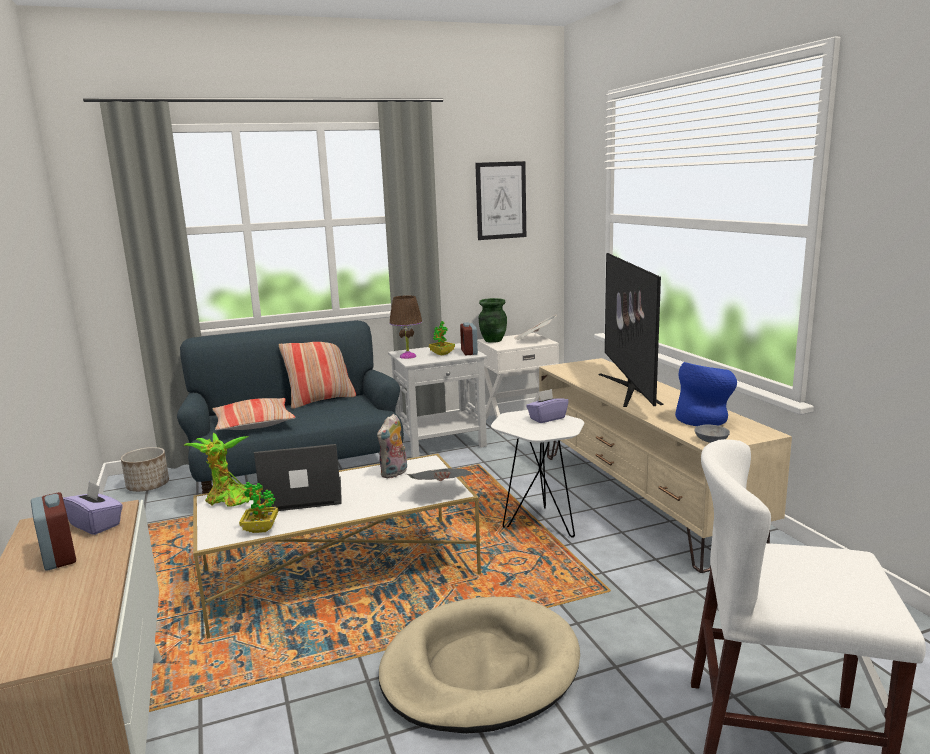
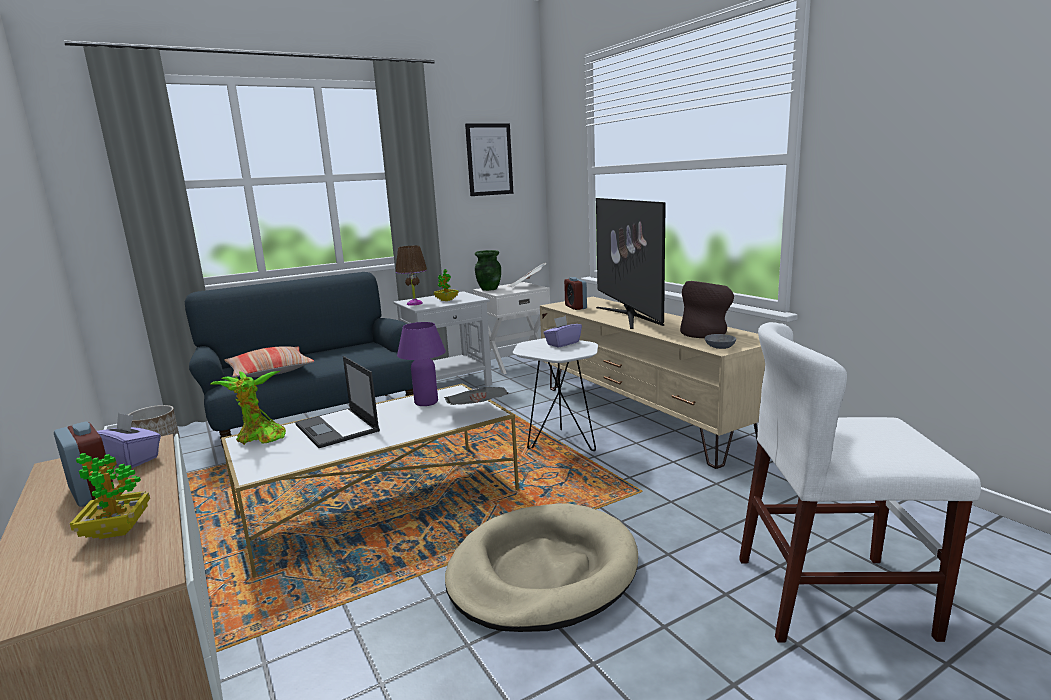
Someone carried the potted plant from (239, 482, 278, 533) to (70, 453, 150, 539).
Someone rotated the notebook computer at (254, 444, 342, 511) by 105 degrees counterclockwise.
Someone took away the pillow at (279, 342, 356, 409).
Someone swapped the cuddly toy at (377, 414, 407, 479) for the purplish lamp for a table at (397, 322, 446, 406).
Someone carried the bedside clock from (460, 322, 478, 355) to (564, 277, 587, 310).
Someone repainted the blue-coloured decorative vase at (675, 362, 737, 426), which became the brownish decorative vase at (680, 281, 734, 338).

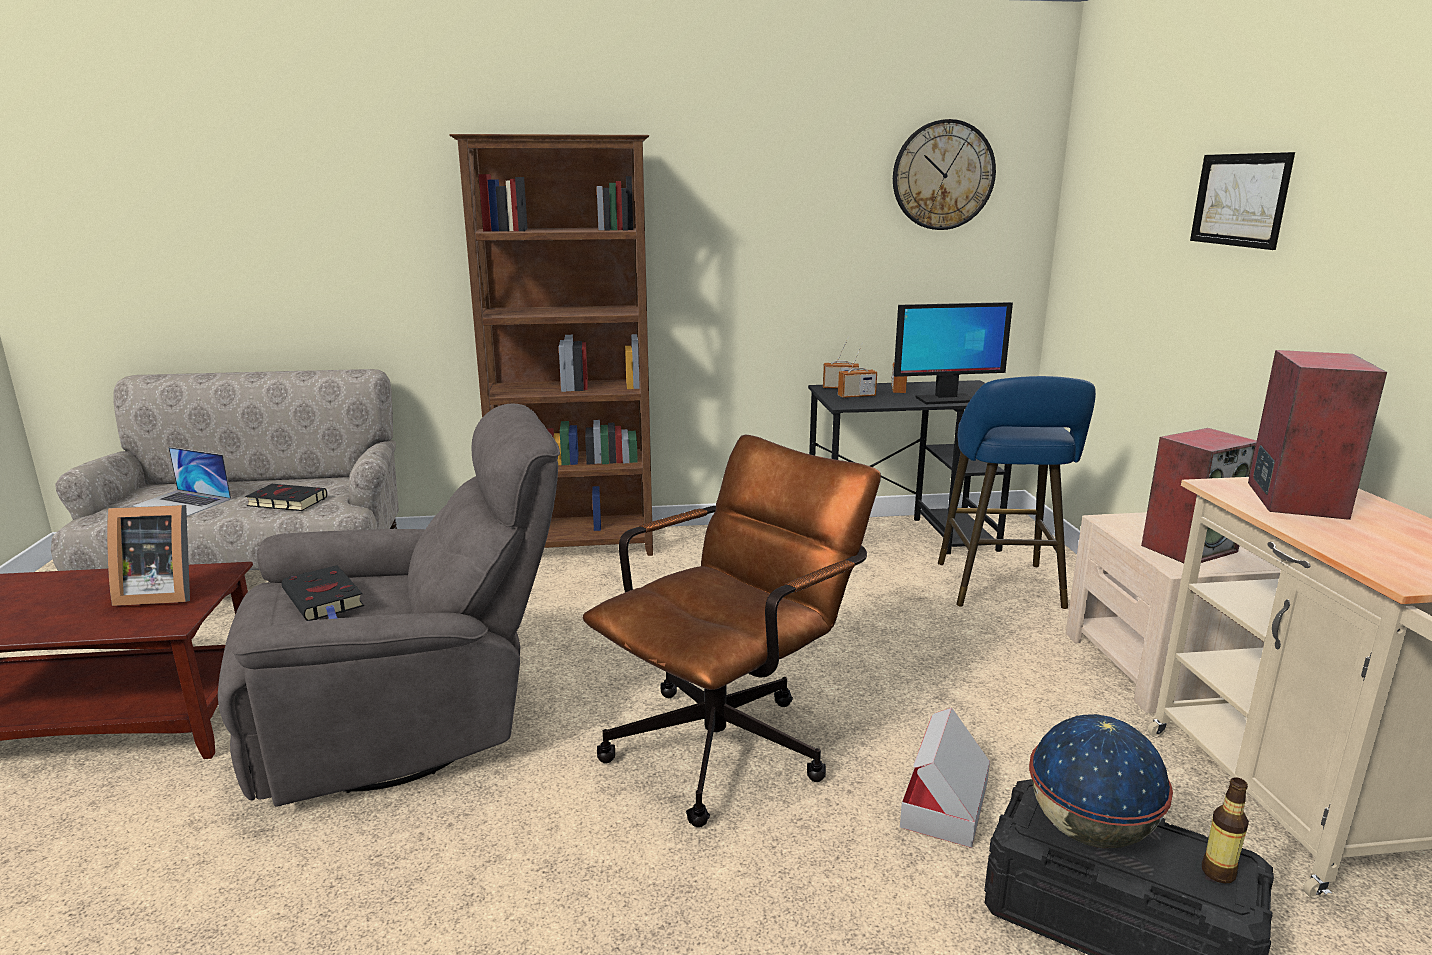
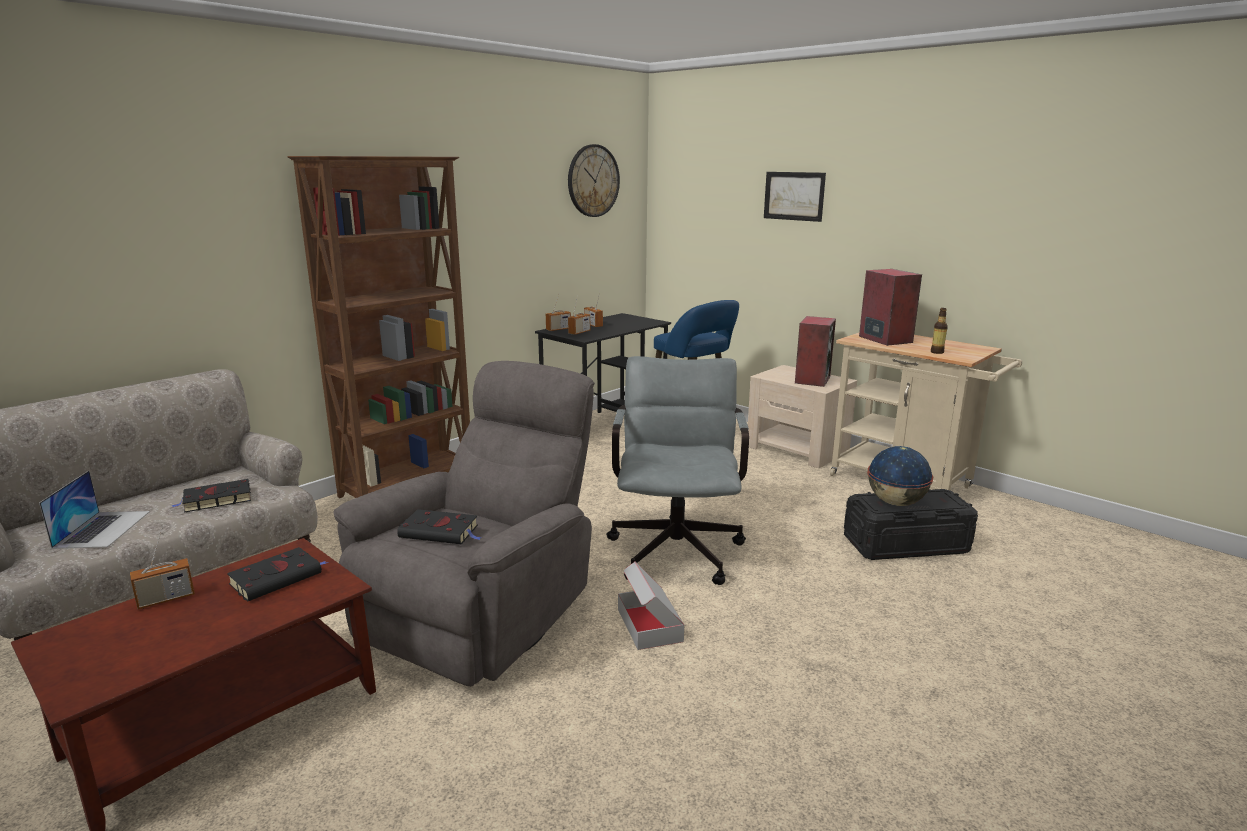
Someone swapped the standing frame at (107, 505, 190, 606) for the black bound book at (227, 547, 327, 601).
Someone rotated the notebook computer at (133, 447, 231, 516) by 75 degrees counterclockwise.
Someone repainted the brownish computer chair at (582, 435, 881, 828), which became the grey computer chair at (606, 356, 749, 585).
Someone took away the computer display at (894, 302, 1013, 404).
Someone carried the packing box from (900, 708, 990, 848) to (618, 562, 684, 650).
Someone carried the drink bottle from (1202, 778, 1249, 883) to (931, 308, 948, 354).
Someone put down the radio receiver at (130, 528, 195, 609).

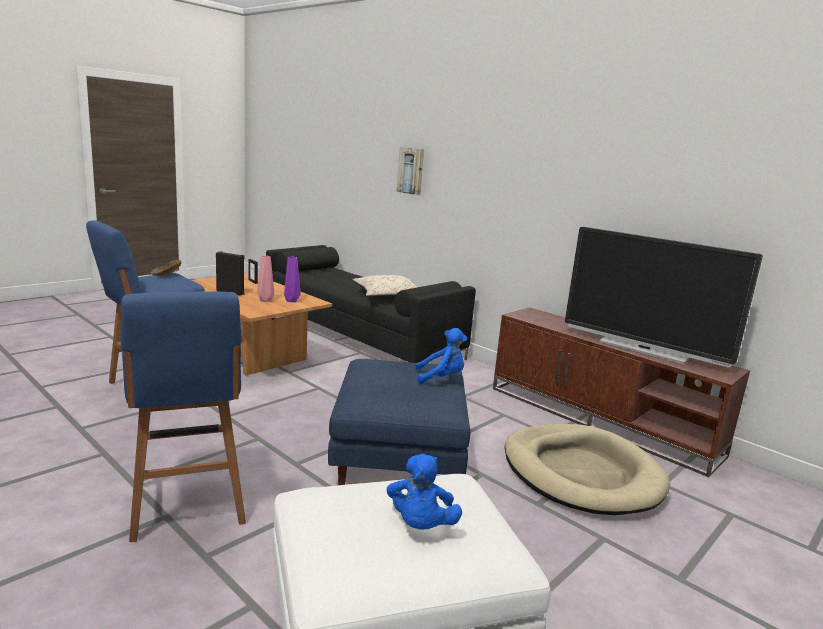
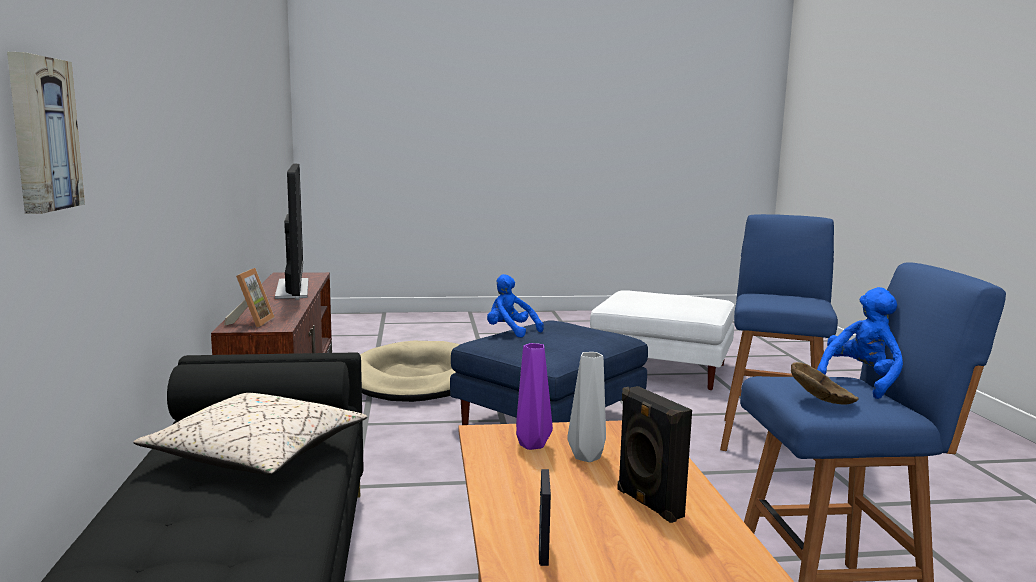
Someone repainted the pink-coloured decorative vase at (257, 256, 274, 302), which became the grey decorative vase at (567, 352, 606, 462).
Someone carried the blue-coloured cuddly toy from (387, 454, 462, 530) to (817, 287, 903, 399).
Someone put down the standing frame at (224, 268, 274, 327).

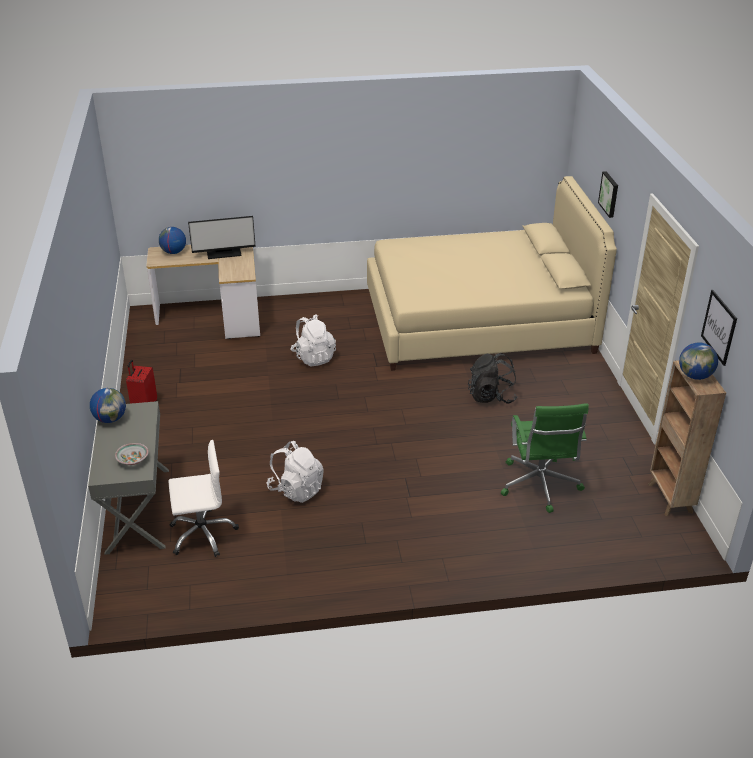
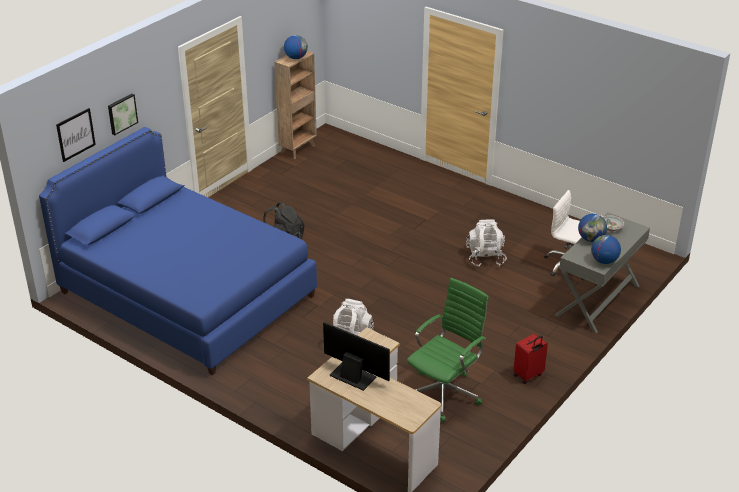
Someone carried the desk globe from (159, 227, 186, 254) to (578, 214, 607, 242).
Someone repainted the beige-coloured sleeping bed at (367, 176, 617, 371), which became the blue-coloured sleeping bed at (39, 127, 317, 375).
Someone carried the green computer chair from (501, 403, 589, 513) to (407, 278, 489, 422).
Someone carried the wall picture from (701, 290, 737, 366) to (56, 108, 96, 162).

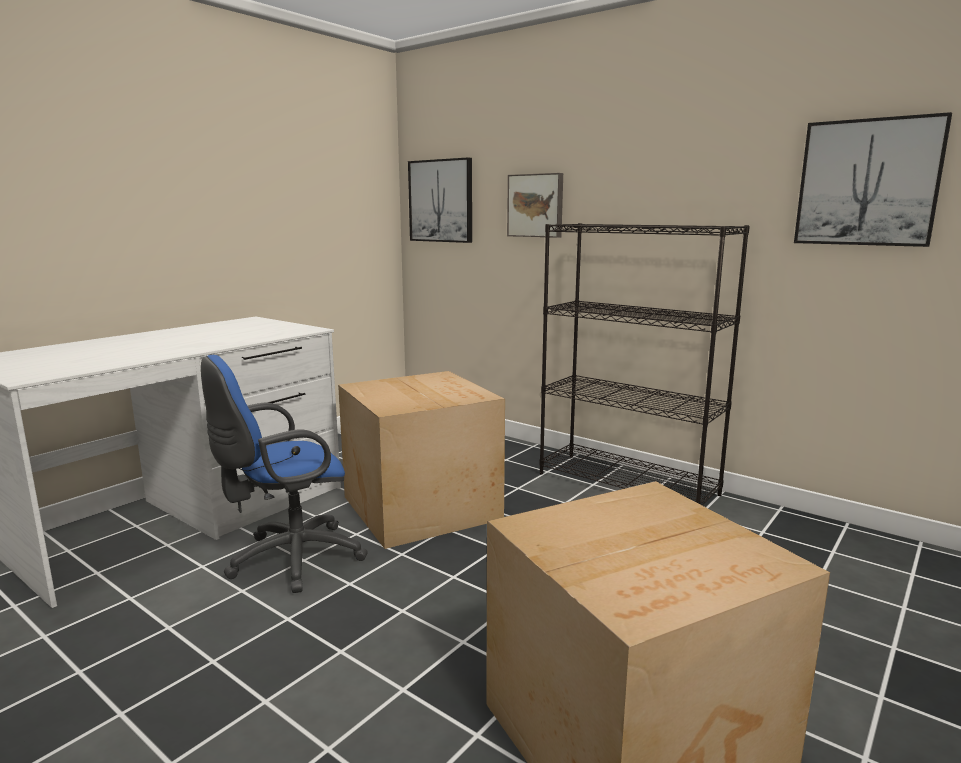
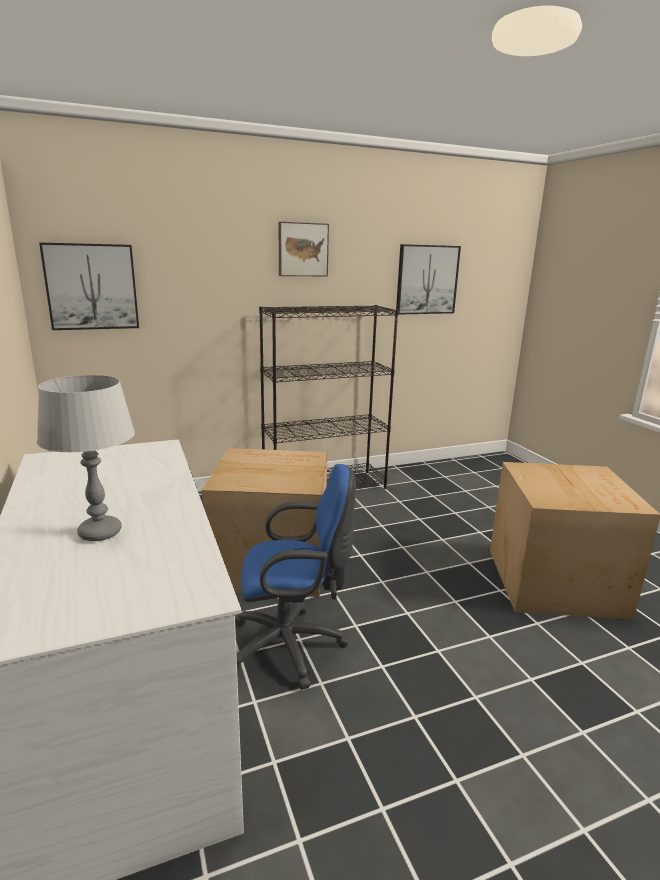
Someone rotated the blue-coloured computer chair at (201, 355, 368, 593) by 90 degrees counterclockwise.
Someone carried the wall picture from (507, 173, 563, 238) to (279, 222, 329, 276).
Someone put down the grey lamp for a table at (37, 375, 135, 541).

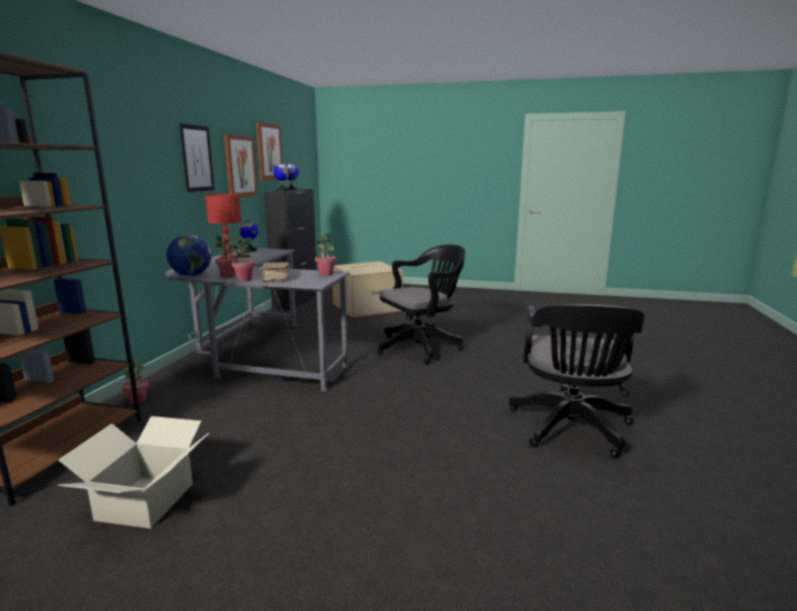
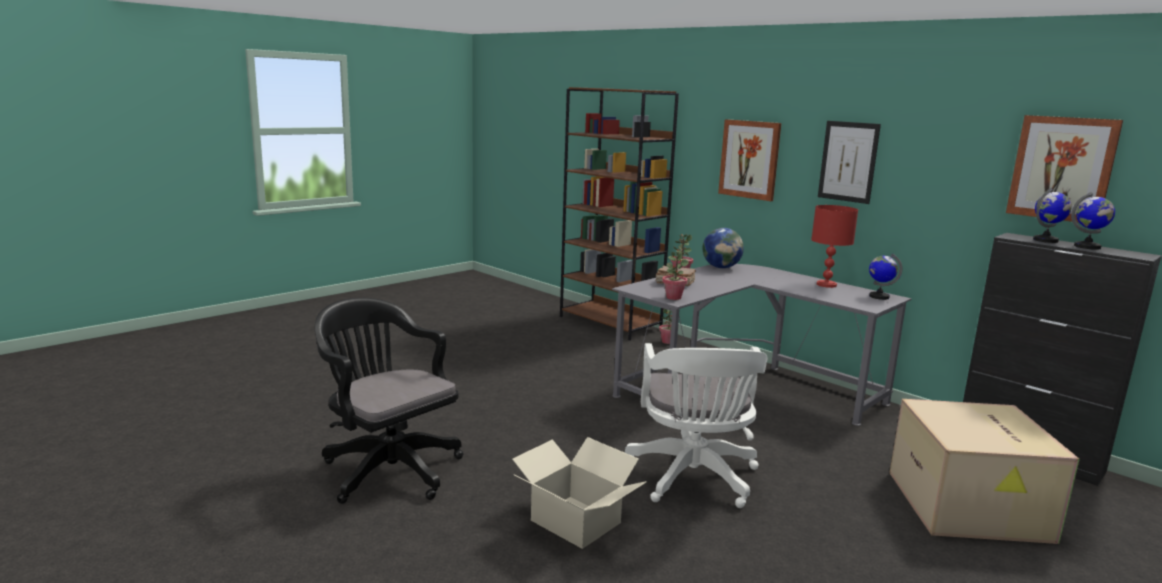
Someone carried the packing box from (58, 416, 209, 529) to (512, 437, 647, 549).
Someone took away the potted plant at (215, 235, 238, 277).
Someone carried the wall picture from (224, 134, 258, 198) to (718, 119, 781, 201).
Someone repainted the black computer chair at (377, 245, 465, 364), which became the white computer chair at (625, 343, 767, 508).

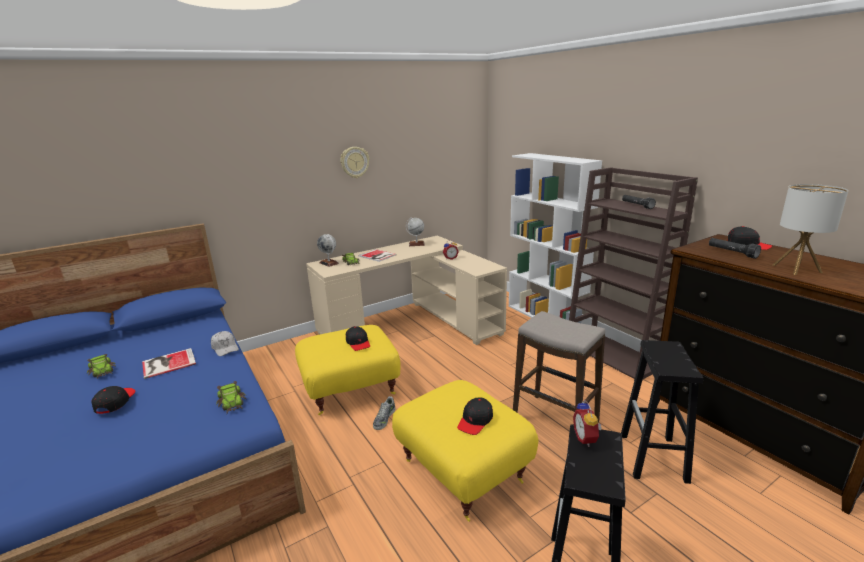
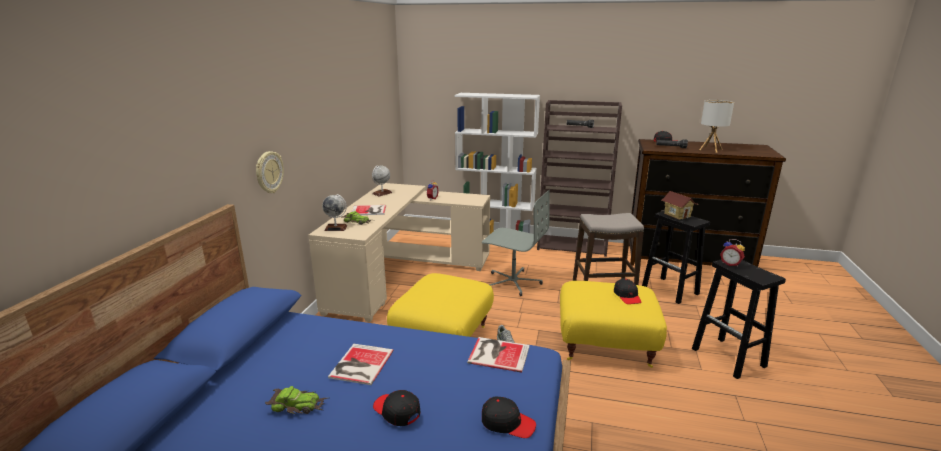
Someone took away the white cap at (211, 331, 239, 356).
Someone swapped the toy car at (216, 381, 246, 413) for the bound book at (467, 337, 530, 373).
Someone carried the hanging clock from (340, 147, 369, 178) to (256, 151, 284, 193).
Someone carried the black cap from (346, 326, 370, 351) to (482, 397, 536, 438).
Someone put down the grey computer chair at (482, 190, 550, 296).
Someone put down the toy house at (662, 191, 698, 219).

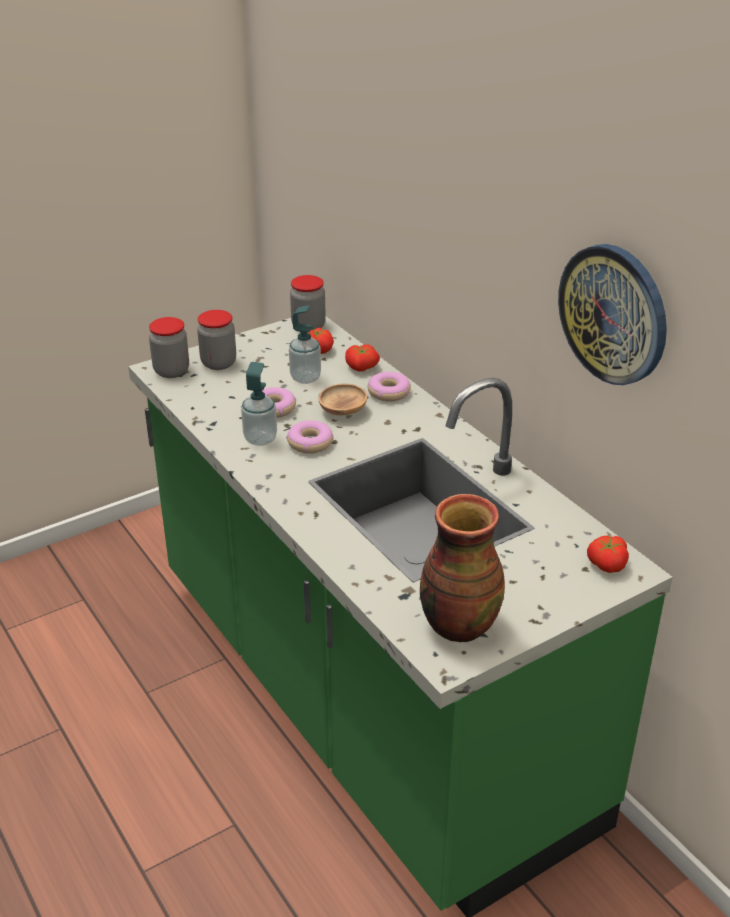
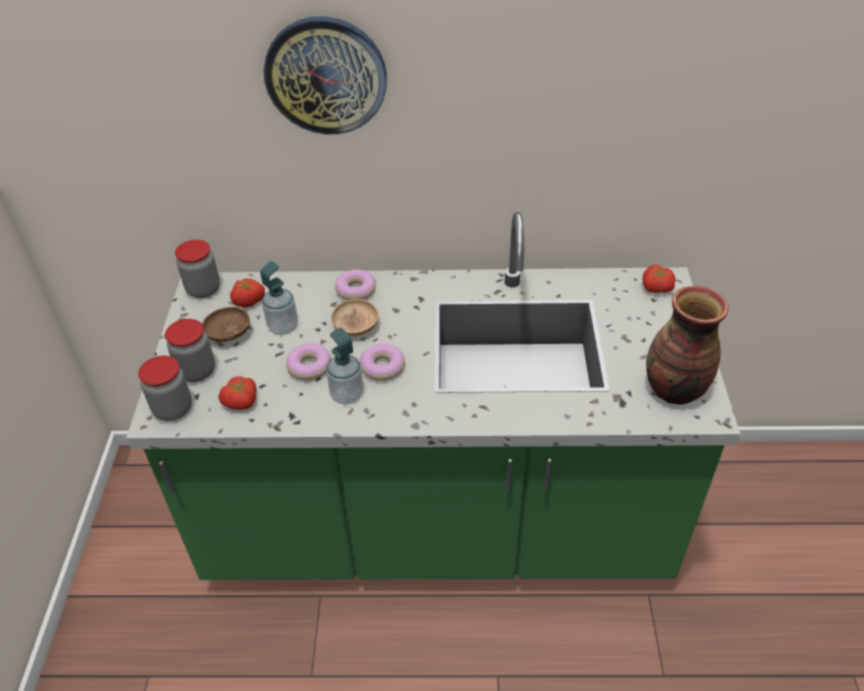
Someone carried the tomato from (345, 344, 380, 372) to (219, 376, 257, 410).
Someone carried the hanging clock from (558, 244, 667, 385) to (264, 16, 387, 134).
Someone put down the brownish serving bowl at (202, 307, 250, 342).

